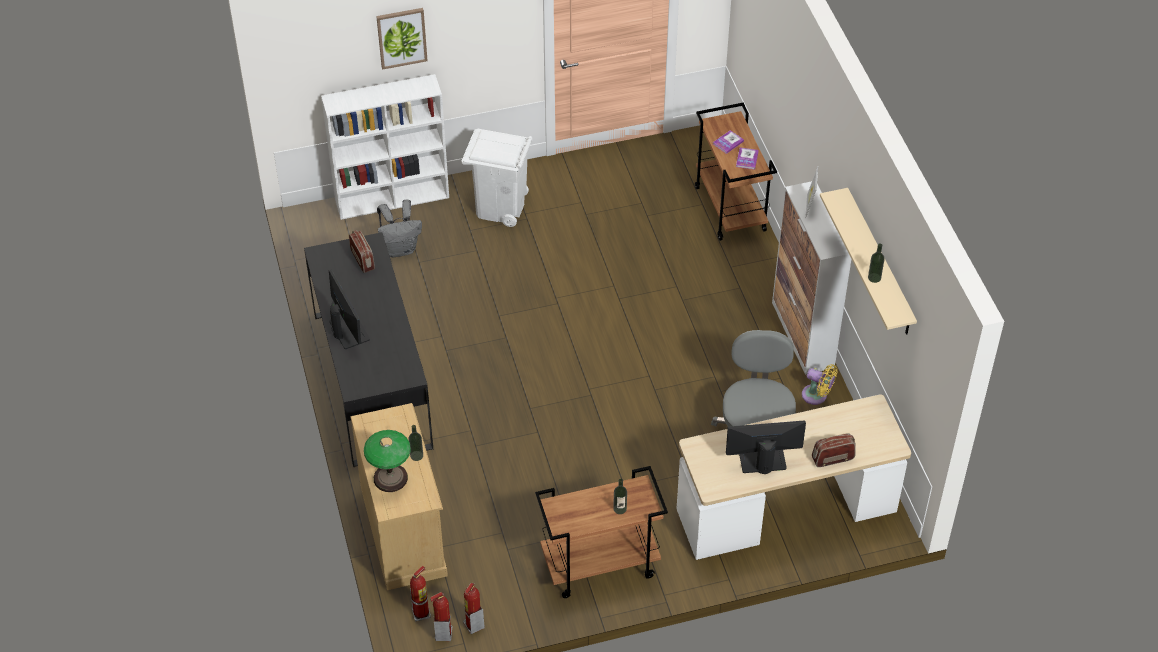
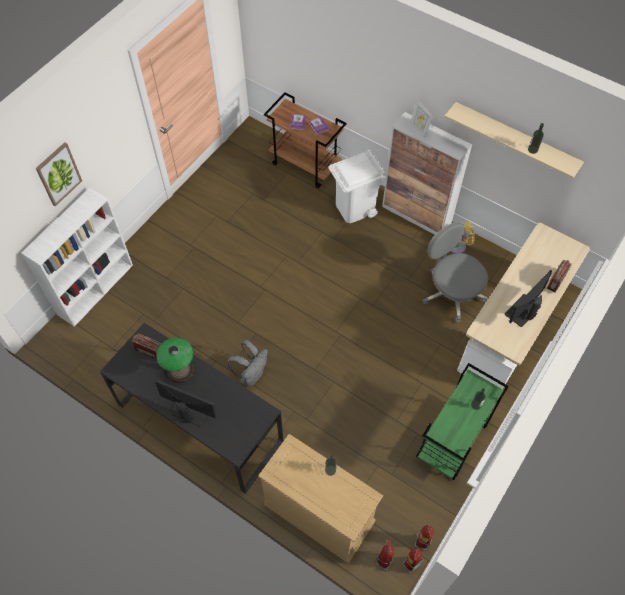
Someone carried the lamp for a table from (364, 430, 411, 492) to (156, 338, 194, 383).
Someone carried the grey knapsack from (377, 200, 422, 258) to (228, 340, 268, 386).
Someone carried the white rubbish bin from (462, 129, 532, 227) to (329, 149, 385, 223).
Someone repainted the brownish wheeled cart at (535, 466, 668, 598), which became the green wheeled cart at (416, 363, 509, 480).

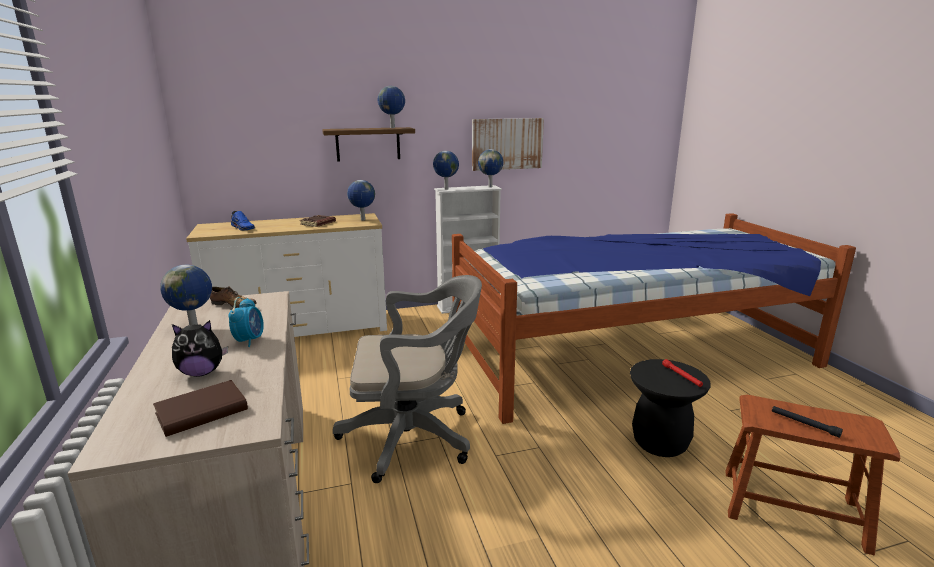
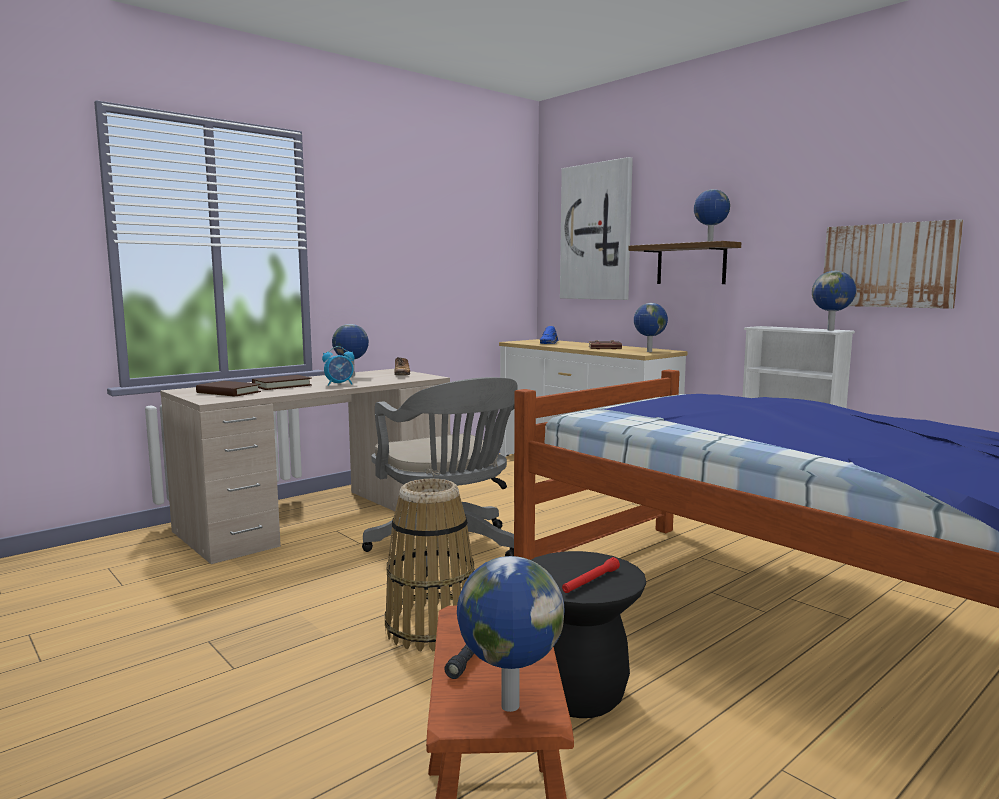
Someone swapped the cuddly toy at (172, 320, 228, 377) for the brownish bound book at (252, 375, 312, 390).
Someone carried the desk globe from (433, 151, 459, 190) to (457, 556, 565, 712).
Someone put down the storage basket at (385, 479, 474, 651).
Someone put up the wall picture at (560, 157, 633, 300).

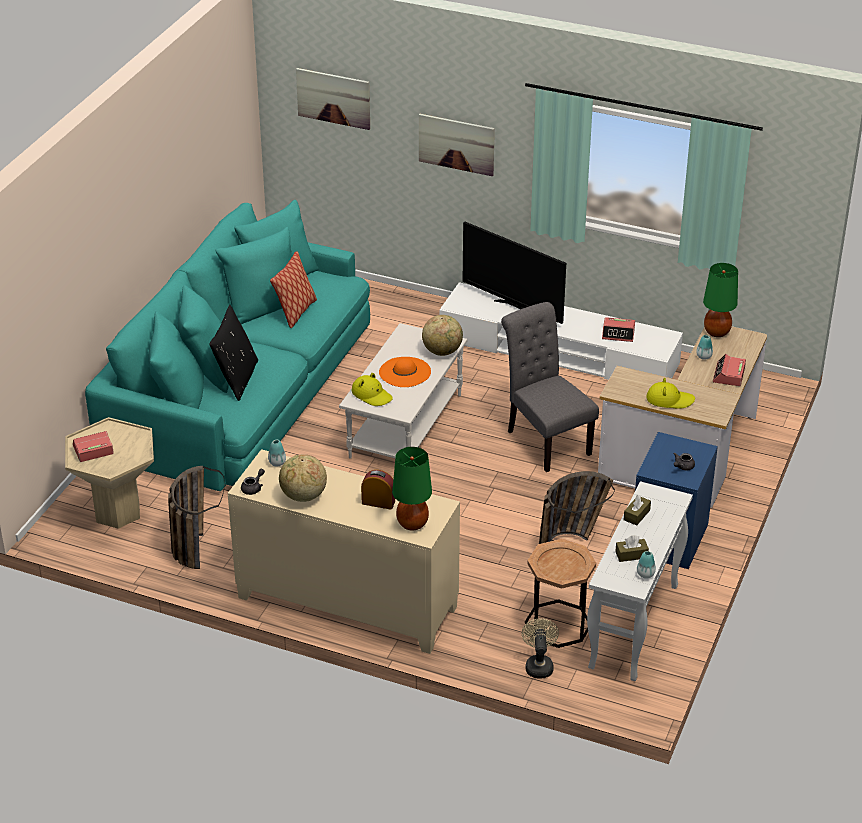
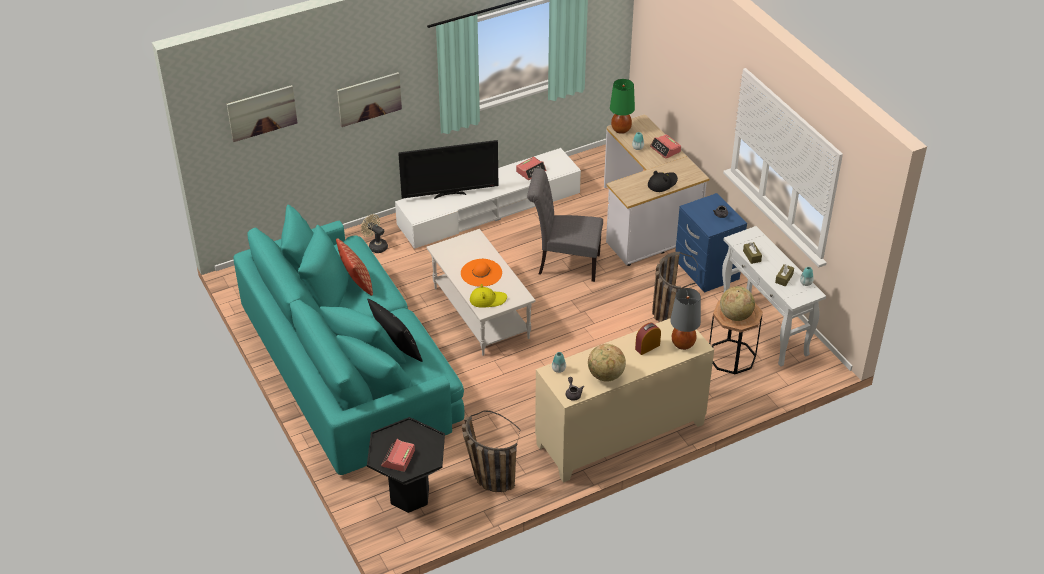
Someone repainted the beige-coloured side table at (65, 417, 154, 529), which became the black side table at (367, 417, 445, 513).
Someone repainted the green lamp for a table at (392, 447, 432, 531), which became the grey lamp for a table at (670, 288, 701, 350).
Someone carried the desk globe from (422, 315, 463, 356) to (720, 286, 755, 321).
Someone carried the beige-coloured electric fan from (521, 618, 559, 679) to (361, 214, 388, 253).
Someone repainted the yellow-coloured wearable hat at (646, 378, 695, 409), which became the black wearable hat at (648, 171, 678, 192).

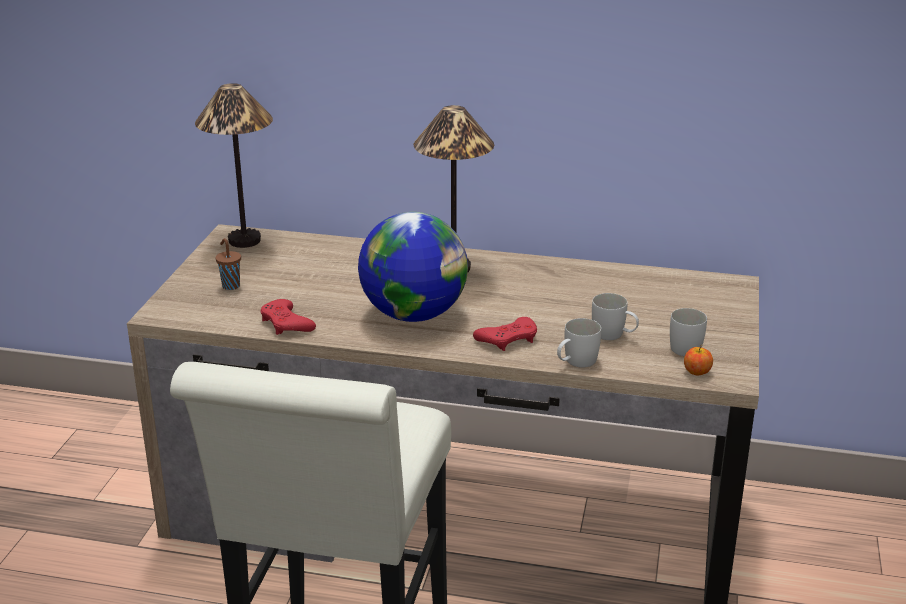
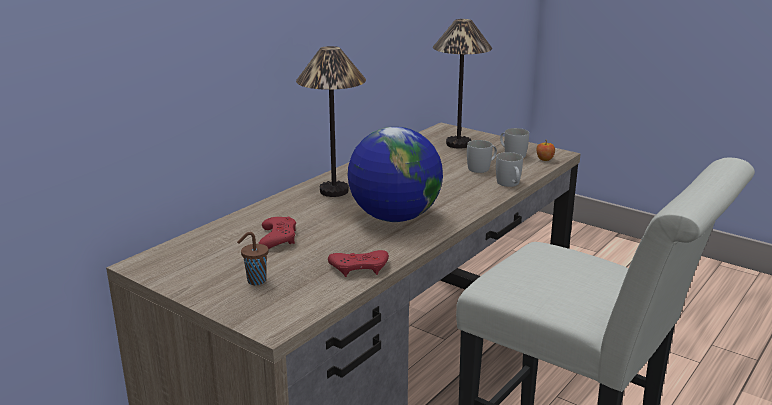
Someone carried the lamp for a table from (195, 83, 273, 248) to (433, 19, 492, 149).
Someone carried the red-coloured gamepad from (473, 317, 537, 351) to (258, 217, 296, 249).

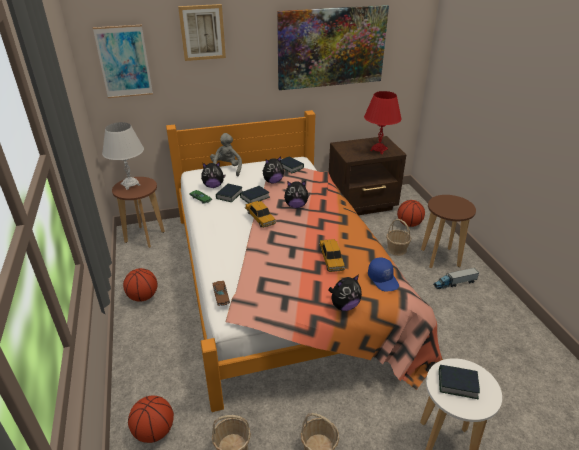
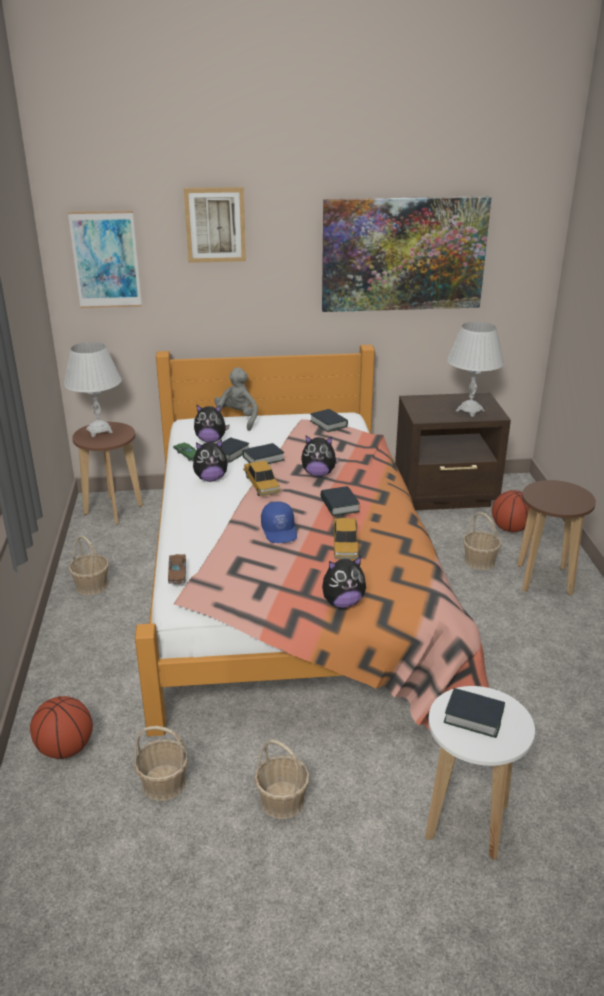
Someone swapped the ball for basketball at (123, 268, 158, 302) for the storage basket at (69, 536, 109, 596).
Someone carried the cuddly toy from (263, 156, 284, 183) to (193, 440, 228, 482).
Someone repainted the red-coloured lamp for a table at (364, 91, 402, 154), which became the white lamp for a table at (447, 322, 504, 417).
Someone carried the blue-coloured cap from (368, 257, 399, 291) to (261, 501, 297, 543).
Someone took away the toy truck at (433, 268, 479, 289).
Someone put down the bound book at (320, 486, 360, 516).

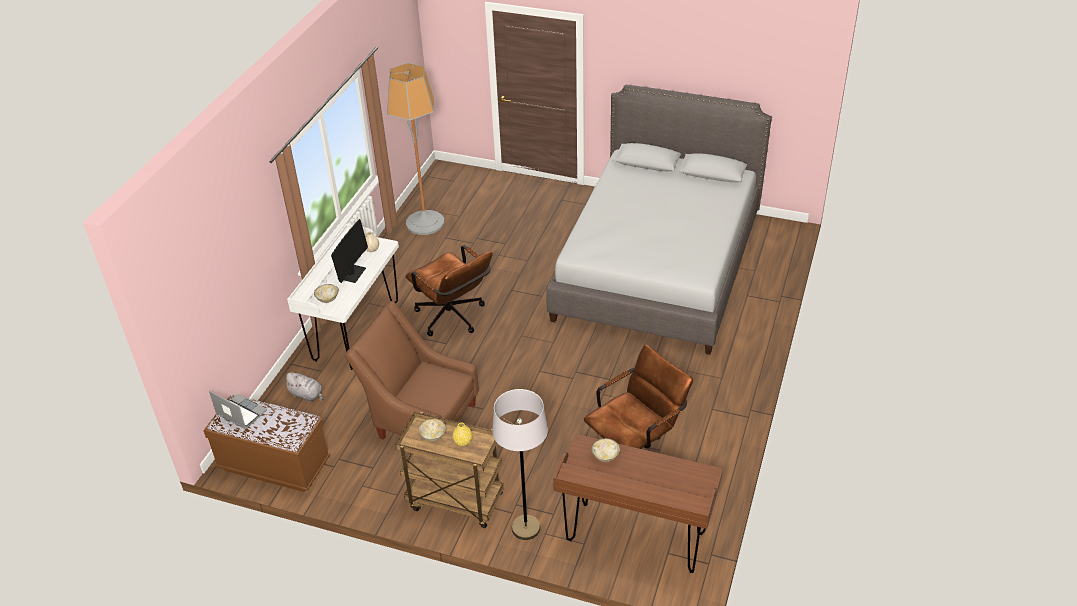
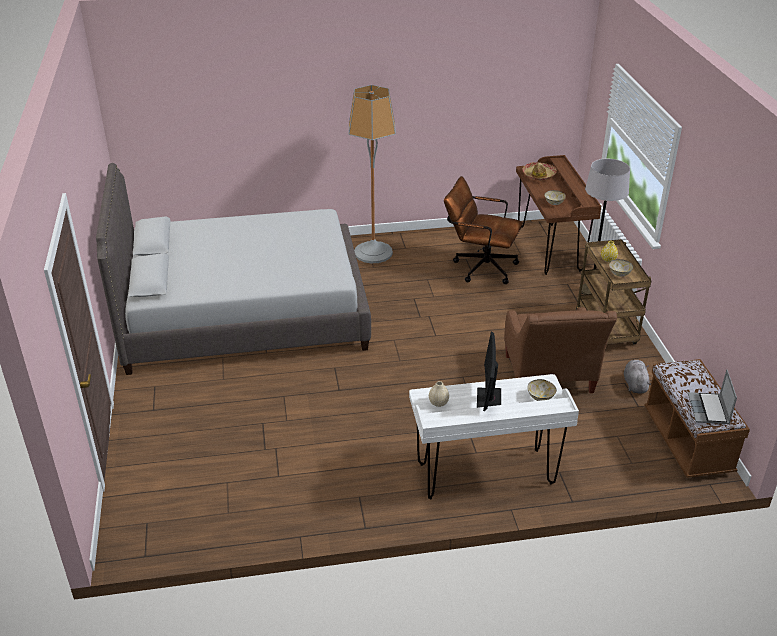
Someone carried the grey cuddly toy from (283, 372, 323, 402) to (624, 360, 651, 394).
Someone rotated the computer display at (331, 219, 368, 283) by 75 degrees counterclockwise.
Someone carried the standard lamp from (387, 63, 445, 235) to (349, 85, 396, 263).
Someone took away the brownish computer chair at (406, 245, 493, 336).
Someone put down the wearable hat at (522, 162, 557, 180).

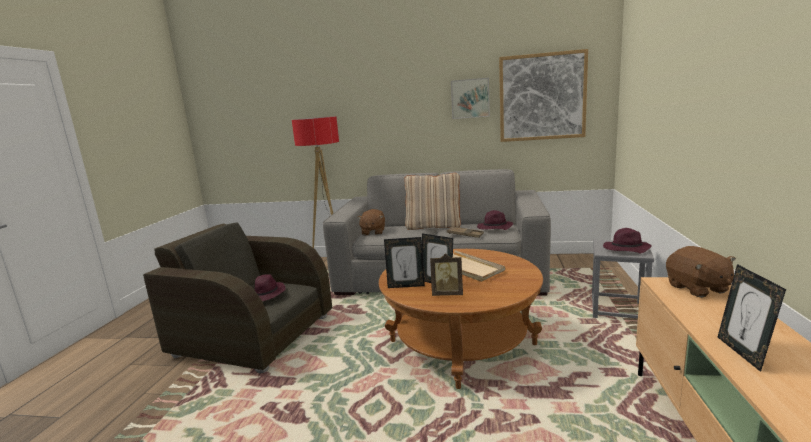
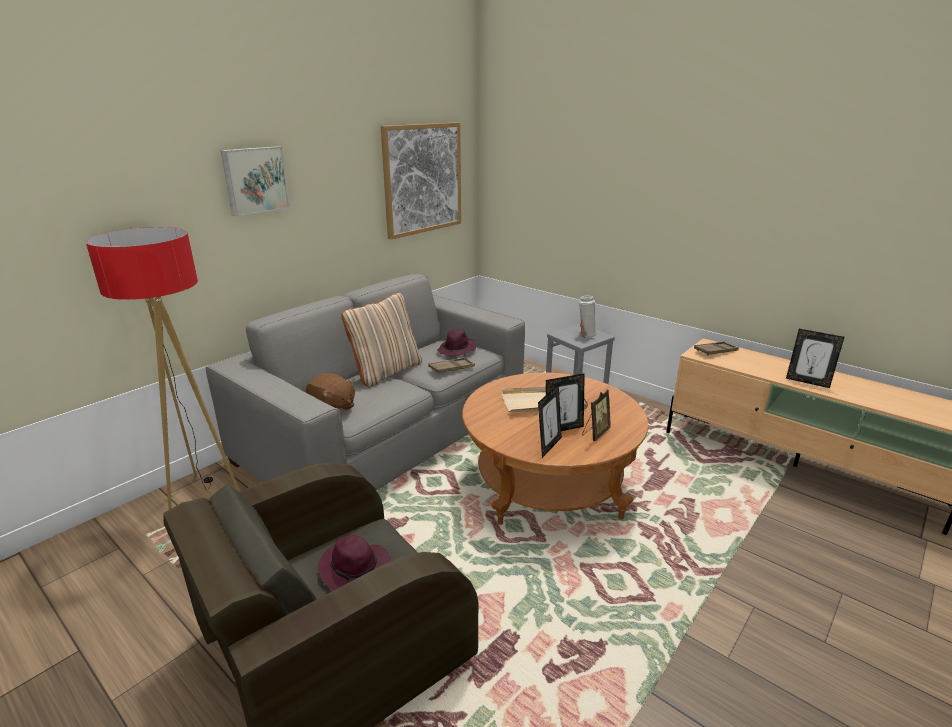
Someone carried the wall picture from (451, 78, 490, 119) to (221, 146, 290, 216).
Someone swapped the purplish wearable hat at (603, 228, 652, 253) for the white decorative vase at (579, 296, 596, 338).
Someone swapped the brownish cuddly toy at (666, 246, 736, 298) for the brownish tray at (694, 341, 739, 356).

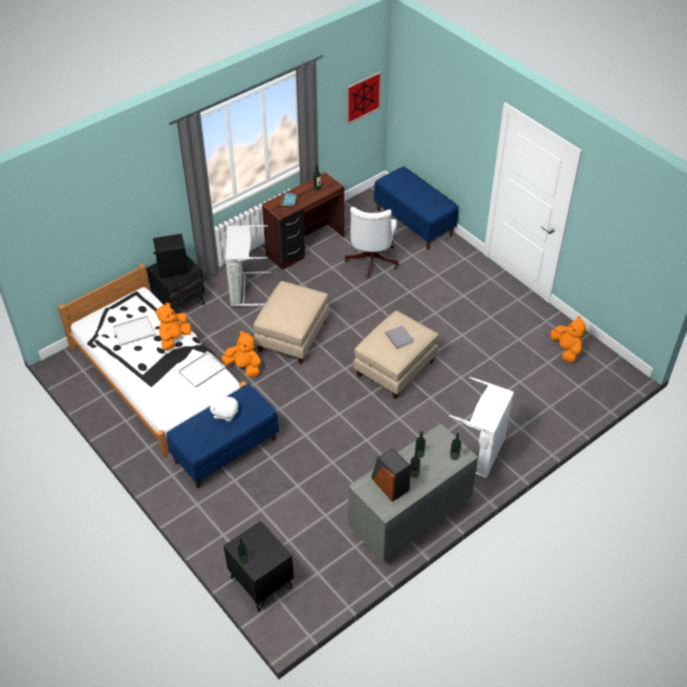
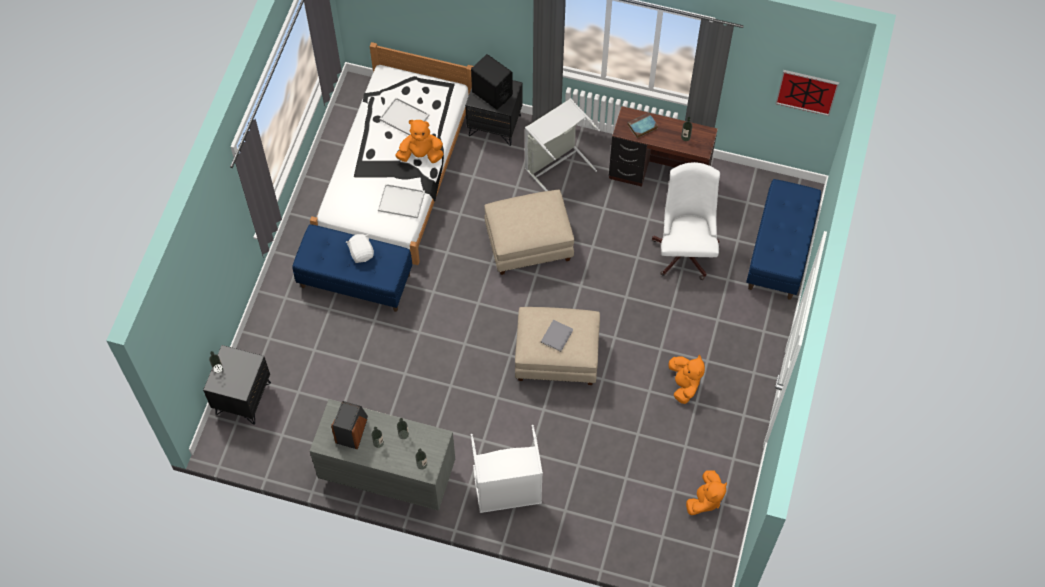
Someone carried the orange cuddly toy from (221, 331, 261, 377) to (668, 355, 705, 404).
Someone rotated the white computer chair at (345, 207, 399, 278) by 120 degrees clockwise.

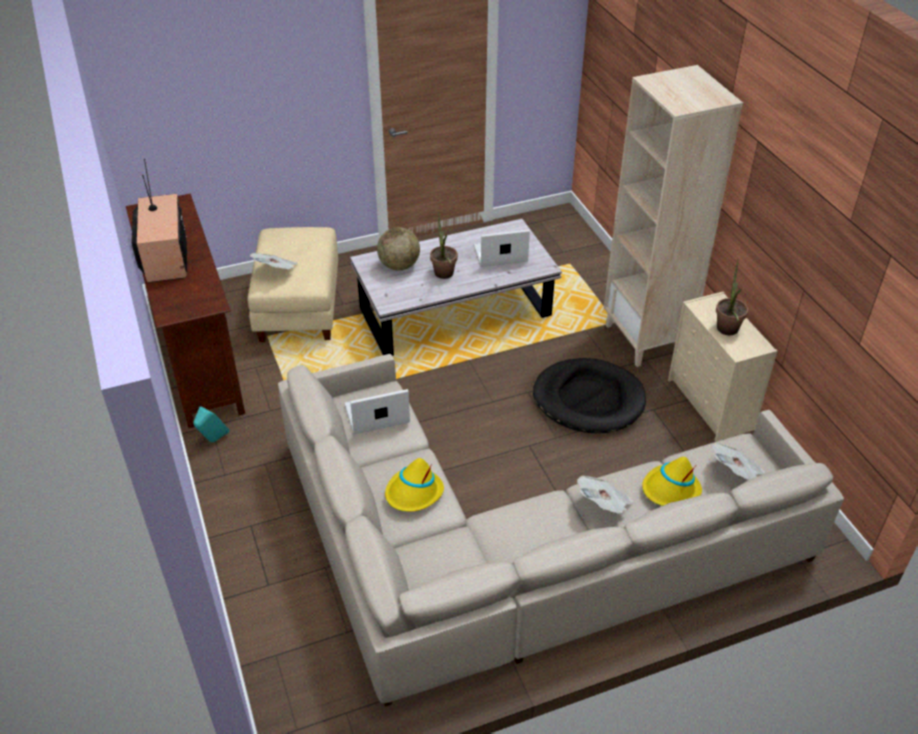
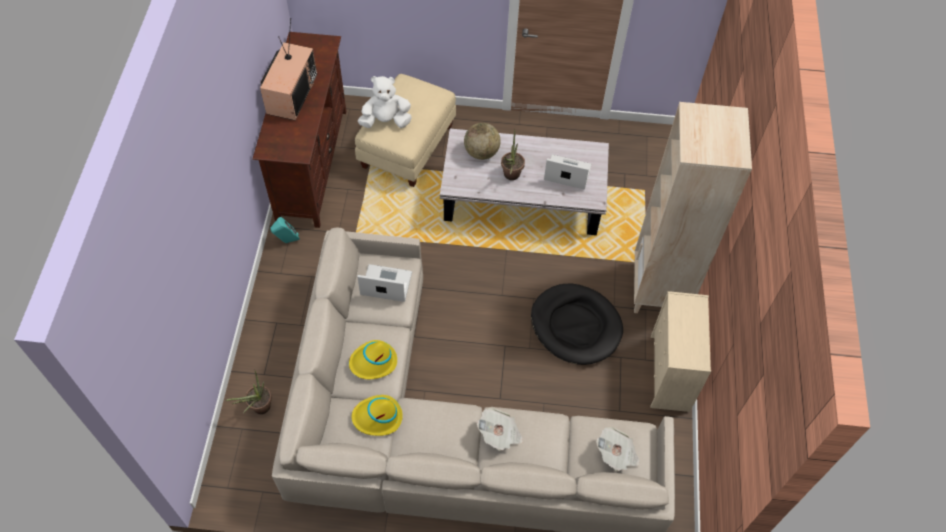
Someone swapped the daily paper at (250, 253, 298, 270) for the white cuddly toy at (358, 76, 412, 128).
Someone carried the yellow-coloured wearable hat from (642, 457, 702, 506) to (351, 395, 403, 436).
Someone carried the potted plant from (716, 260, 748, 335) to (225, 371, 272, 414).

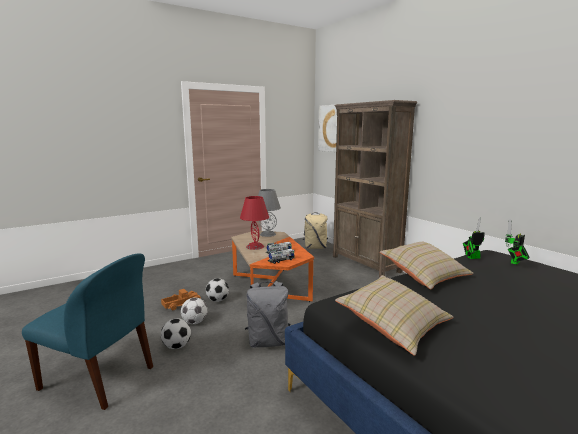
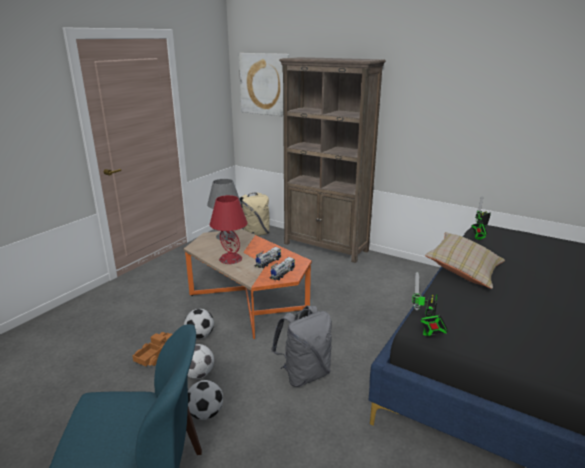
Someone took away the beige-coloured pillow at (335, 275, 453, 356).
Someone carried the model robot from (505, 219, 530, 265) to (412, 271, 448, 336).

